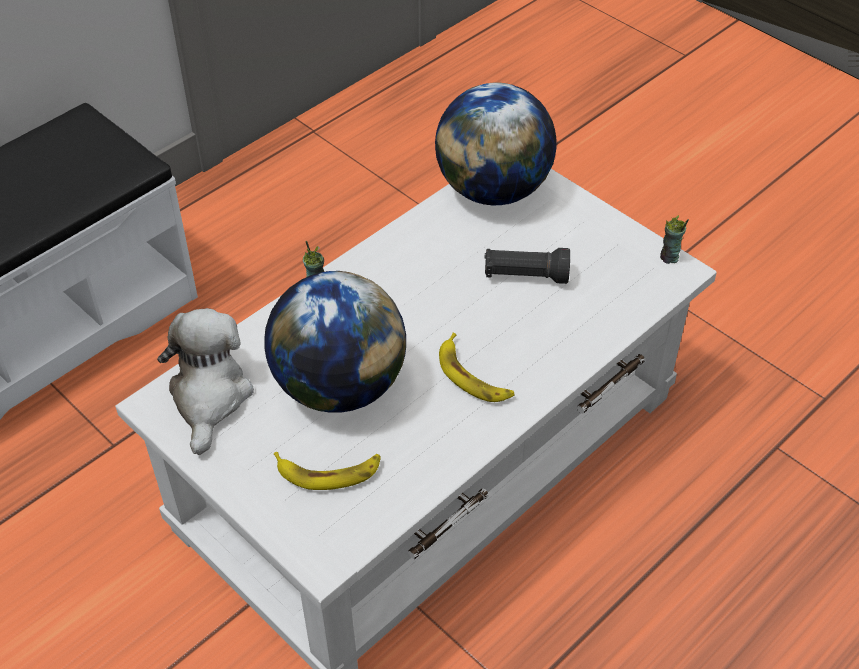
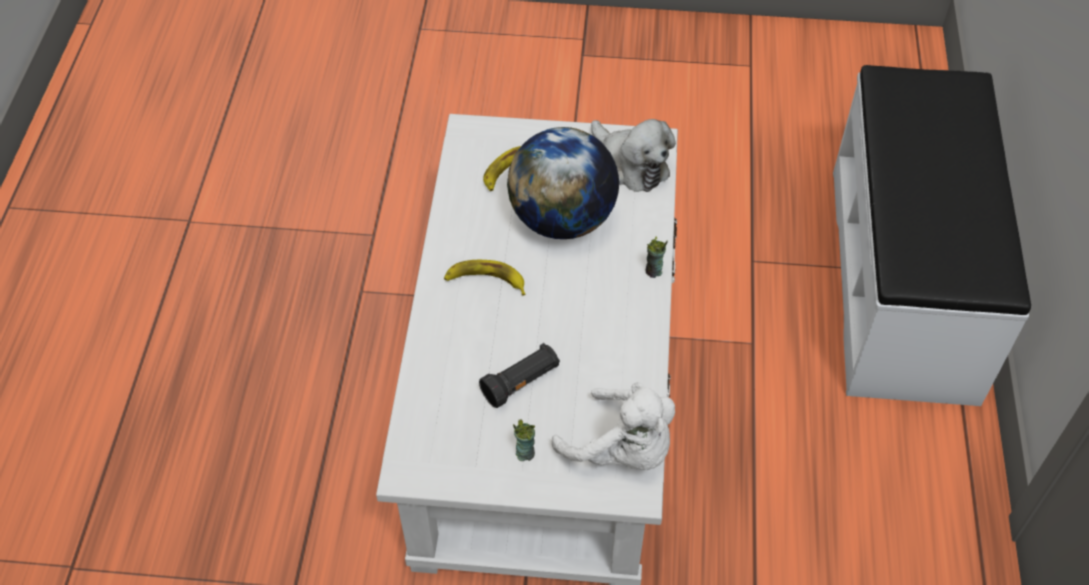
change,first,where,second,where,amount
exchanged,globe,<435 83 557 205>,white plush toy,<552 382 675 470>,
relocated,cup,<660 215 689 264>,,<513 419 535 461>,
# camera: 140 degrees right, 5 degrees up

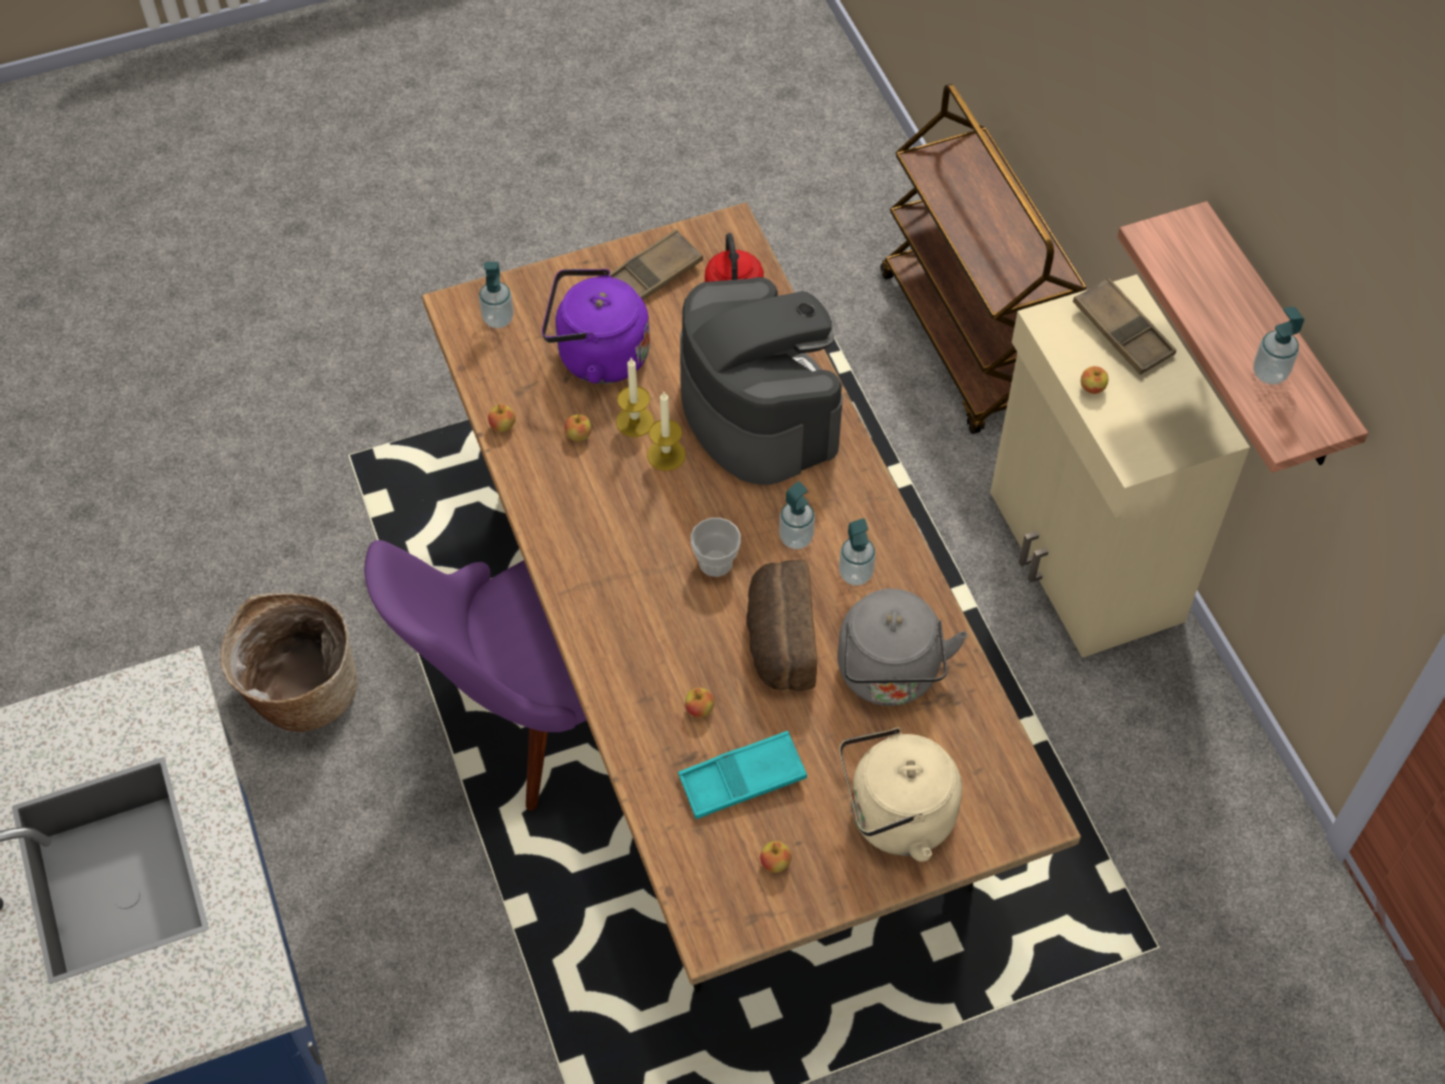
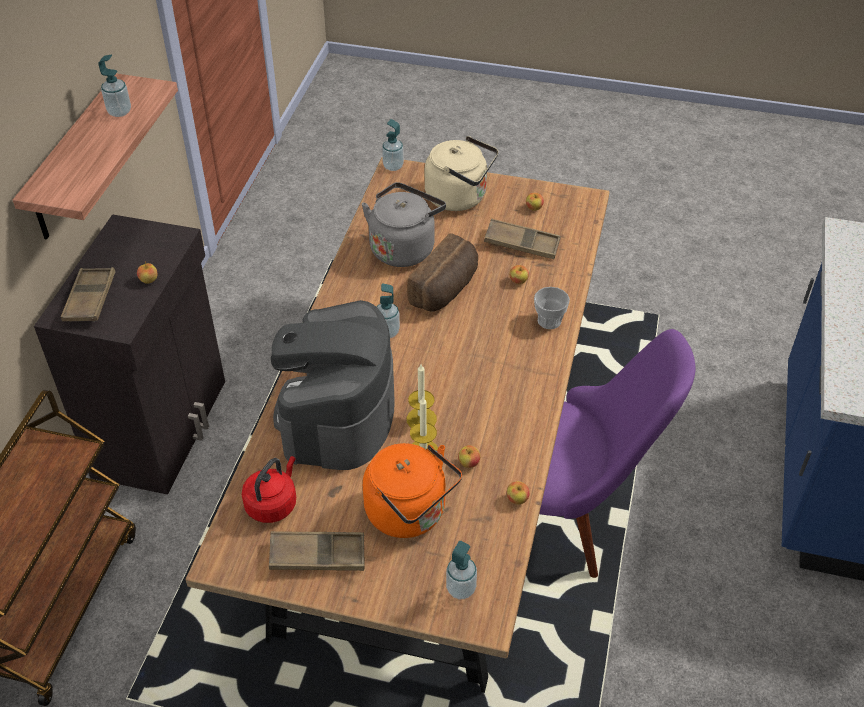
change,first,where,second,where,amount
colour,purple kettle,<542 269 650 384>,orange kettle,<363 443 462 538>,
colour,beige cabinet,<990 274 1250 658>,black cabinet,<34 214 225 495>,
relocated,cup,<691 518 741 577>,,<534 287 570 329>,
relocated,soap dispenser,<839 518 876 586>,,<382 119 404 171>,
missing,basket,<220 593 358 732>,,,
colour,turquoise tray,<678 731 807 819>,brown tray,<484 219 561 259>,
# camera: 145 degrees left, 10 degrees down

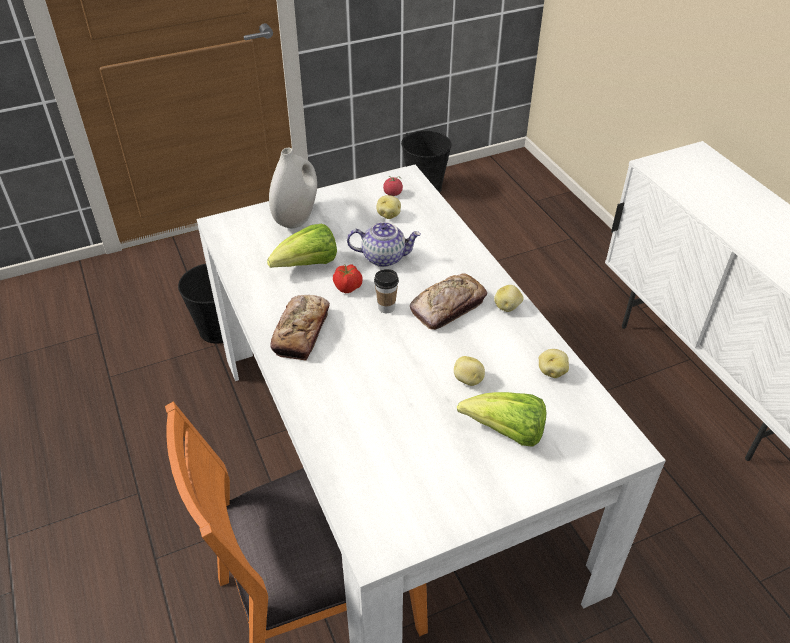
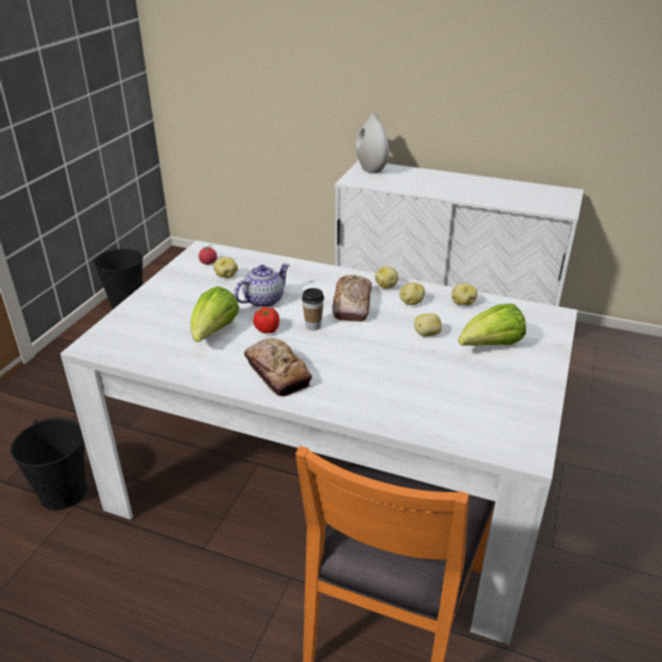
change,first,where,second,where,amount
relocated,white vase,<269 147 317 228>,,<355 113 389 173>,
appeared,,,potato,<399 282 425 305>,
# camera: 45 degrees left, 10 degrees down

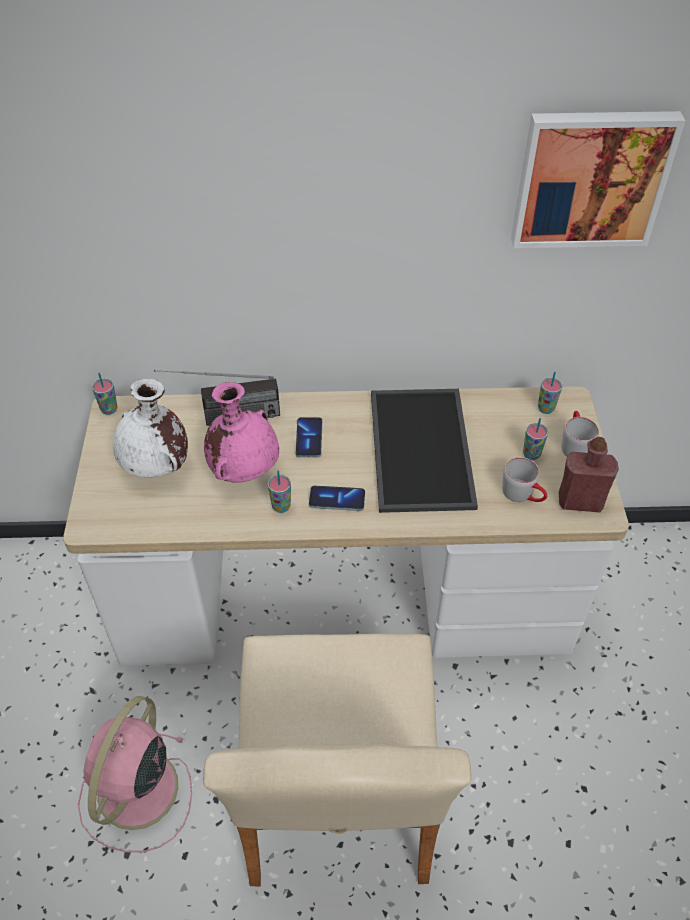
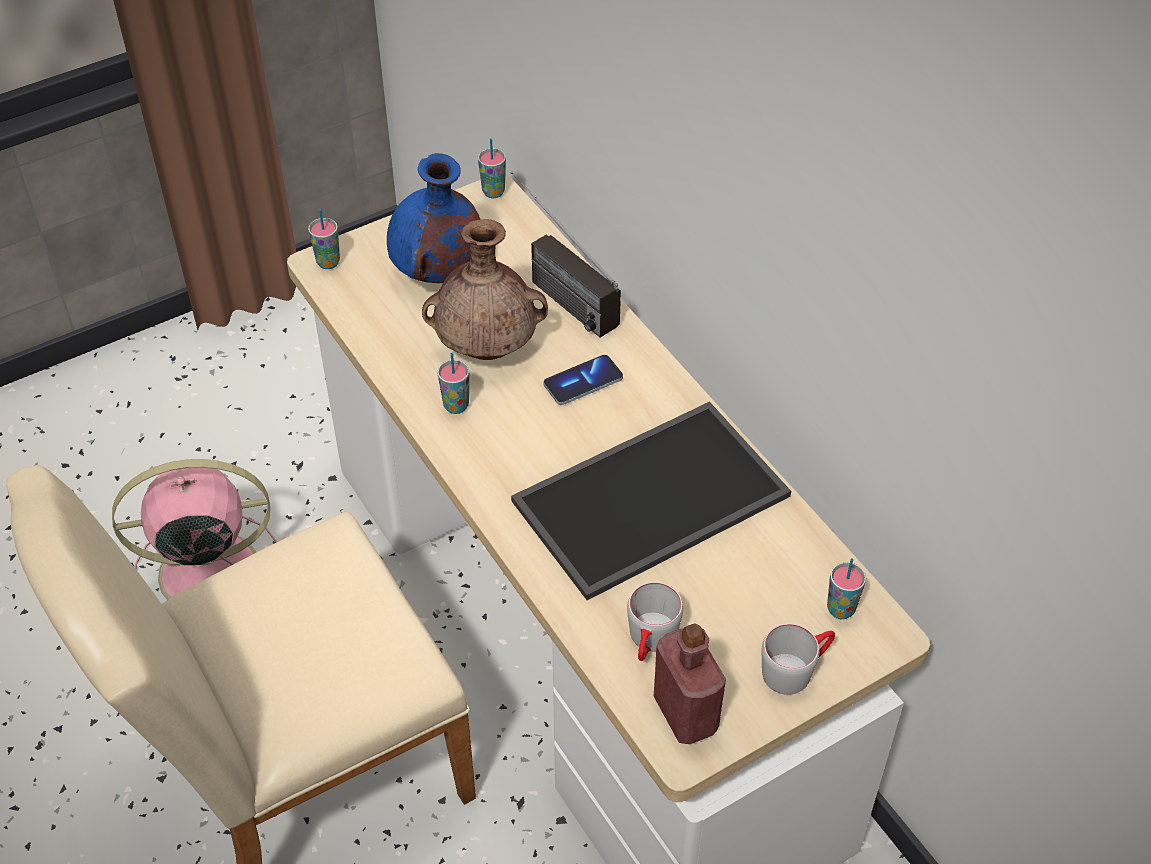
change,first,where,second,where,amount
missing,picture,<511 111 685 248>,,,
colour,white vase,<113 379 188 478>,blue vase,<387 153 481 283>,
colour,pink vase,<204 382 279 482>,brown vase,<422 219 548 360>,
relocated,cup,<523 418 548 460>,,<308 209 340 269>,
missing,phone,<309 486 365 511>,,,
# camera: 60 degrees right, 0 degrees up

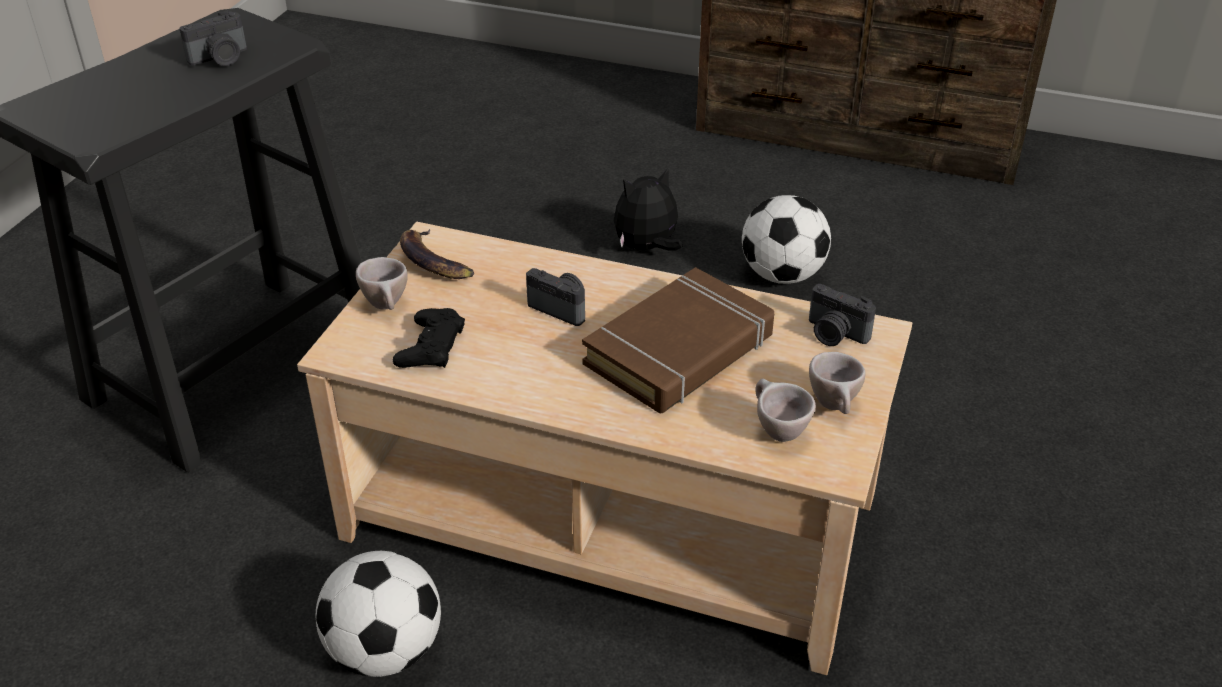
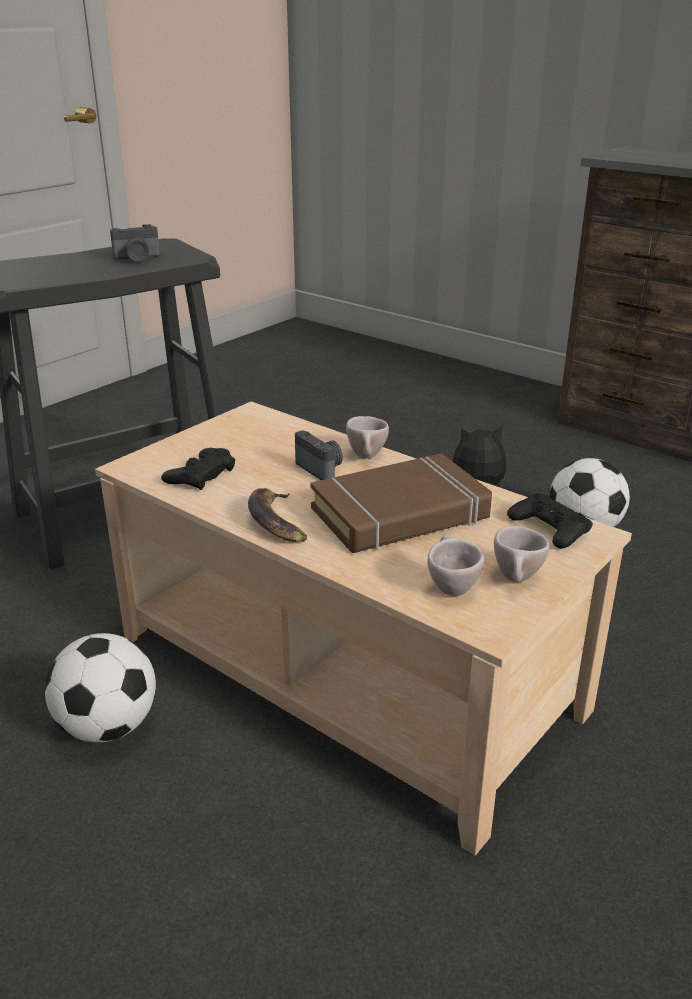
change,first,where,second,where,amount
relocated,banana,<400 229 474 279>,,<248 488 307 542>,
relocated,beige cup,<356 257 408 310>,,<346 416 389 459>,
exchanged,photo camera,<809 284 876 346>,black game controller,<507 493 593 549>,
# camera: 20 degrees right, 10 degrees down

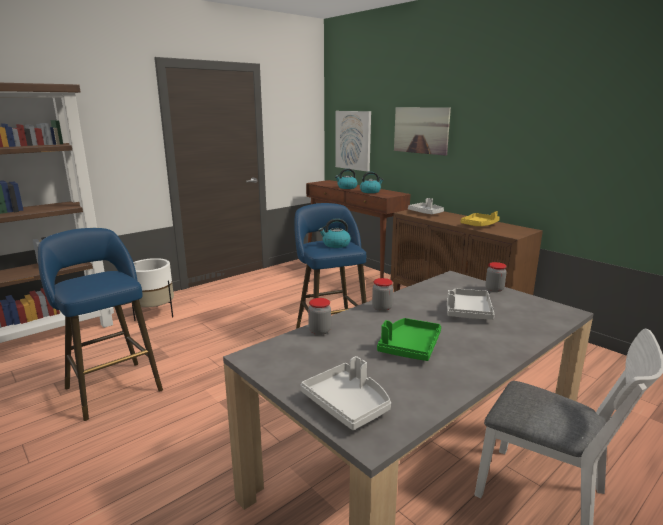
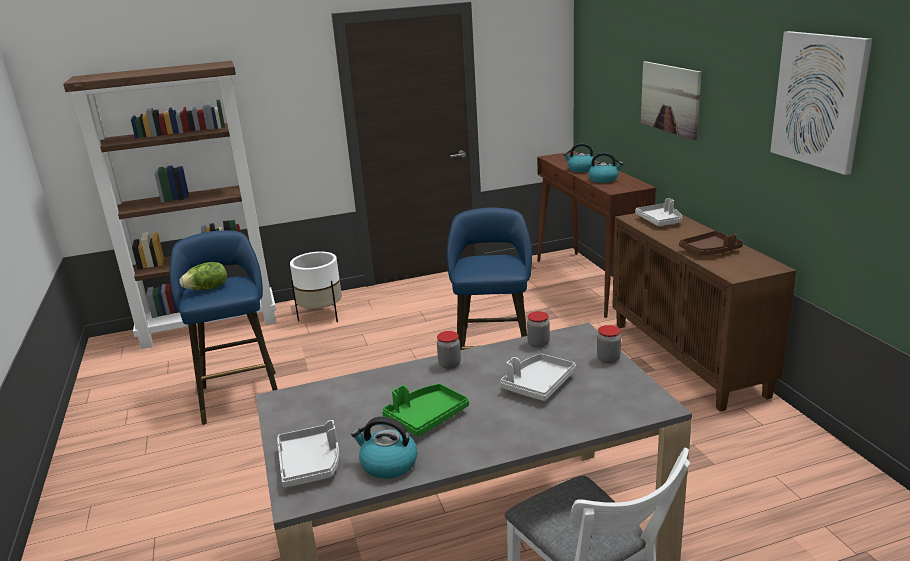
change,first,where,second,where,amount
relocated,picture,<335 111 371 172>,,<770 31 872 175>,
colour,yellow tray,<461 211 500 226>,brown tray,<679 231 743 255>,
relocated,kettle,<318 218 351 248>,,<351 416 417 479>,
relocated,jar,<308 298 331 335>,,<527 311 550 348>,
appeared,,,lettuce,<180 262 227 290>,
# camera: 25 degrees right, 5 degrees up

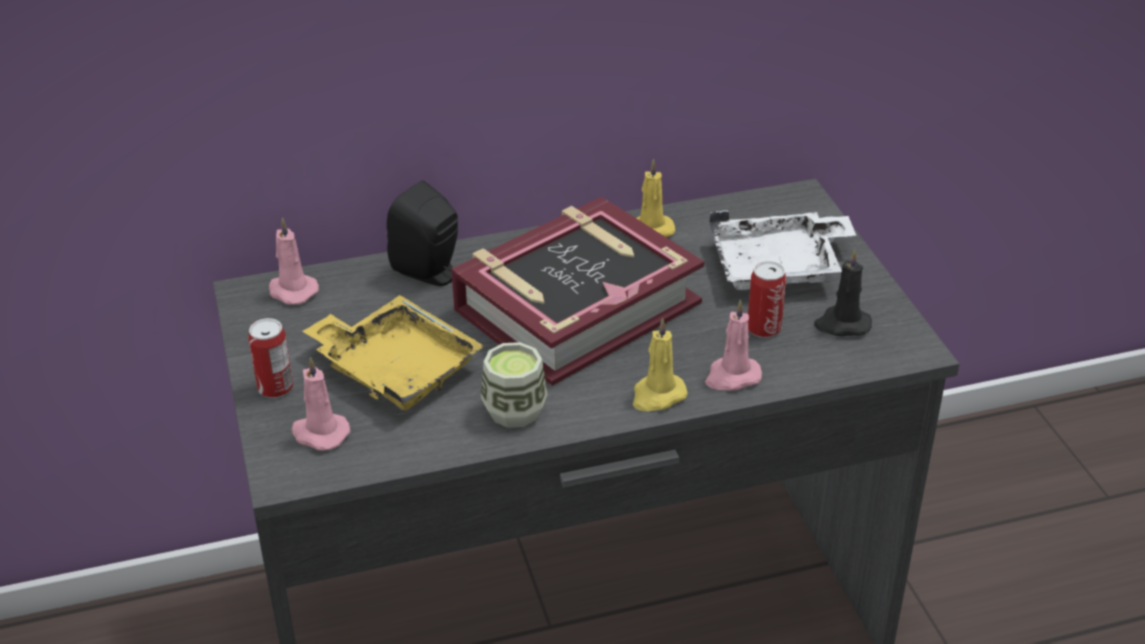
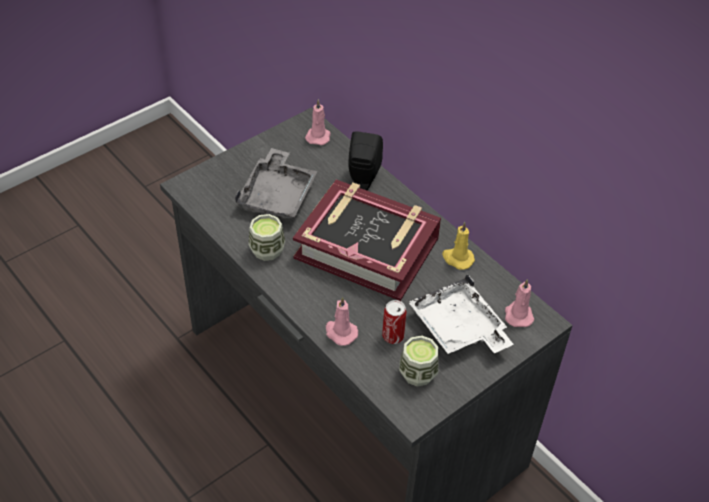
change,first,where,second,where,amount
exchanged,black candle,<814 249 872 336>,cup,<399 336 438 386>,
colour,yellow tray,<302 295 484 410>,grey tray,<235 148 318 218>,
missing,can,<248 318 293 398>,,,
missing,yellow candle,<633 318 688 411>,,,
relocated,pink candle,<291 357 350 451>,,<505 279 534 327>,
# camera: 65 degrees right, 10 degrees up

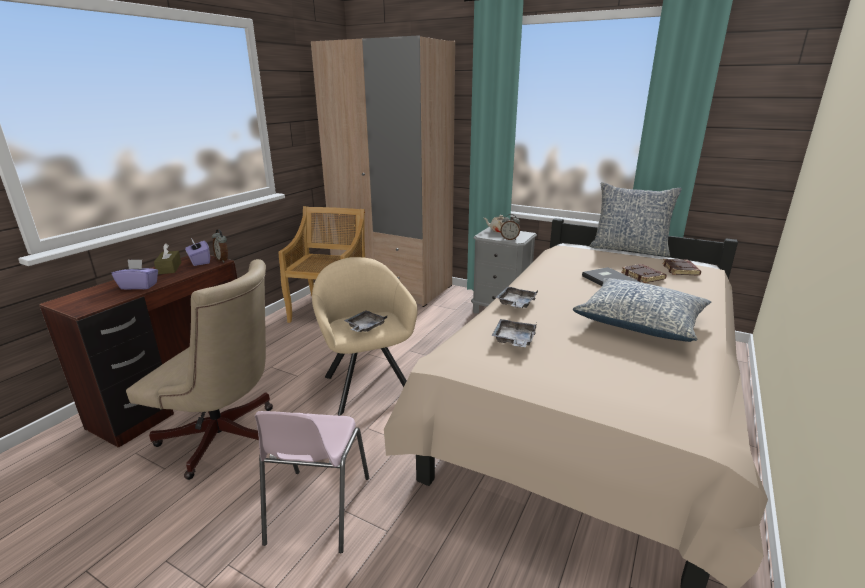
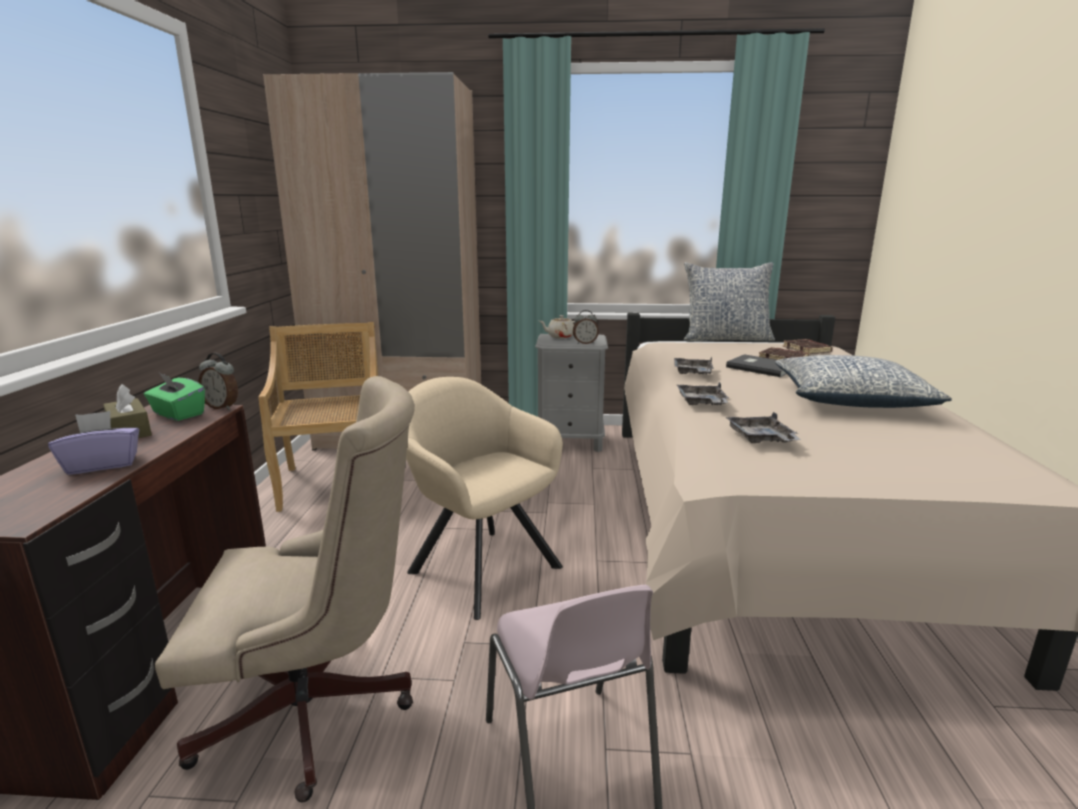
change,first,where,second,where,amount
colour,purple tissue box,<185 238 210 266>,green tissue box,<144 373 205 421>,
relocated,grey tray,<344 311 387 332>,,<674 357 714 375>,
# camera: 25 degrees left, 5 degrees down

